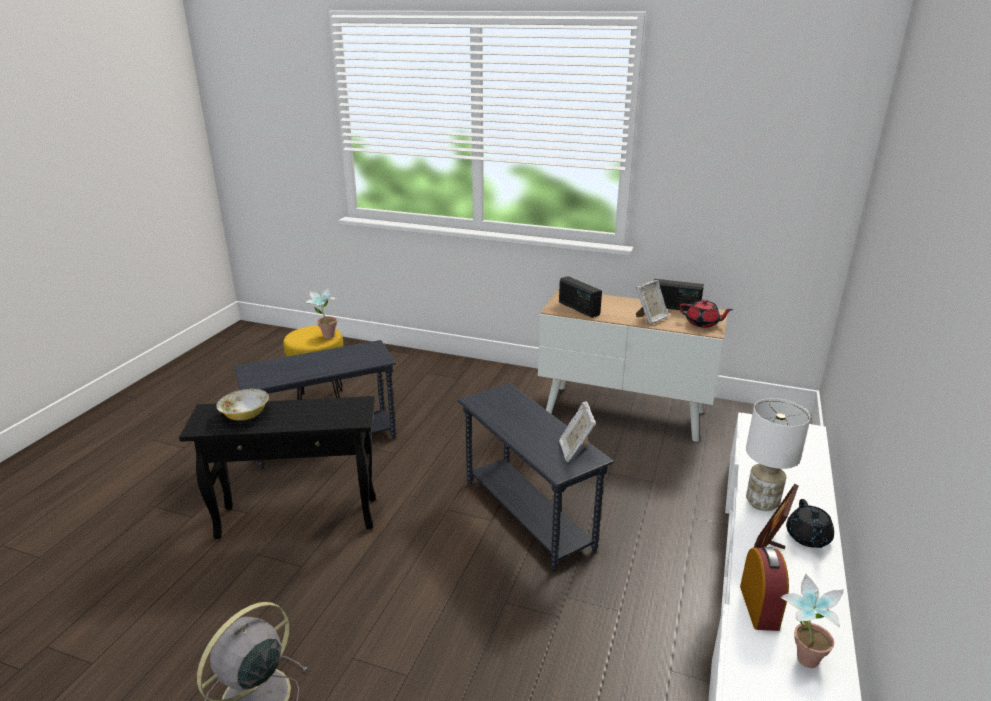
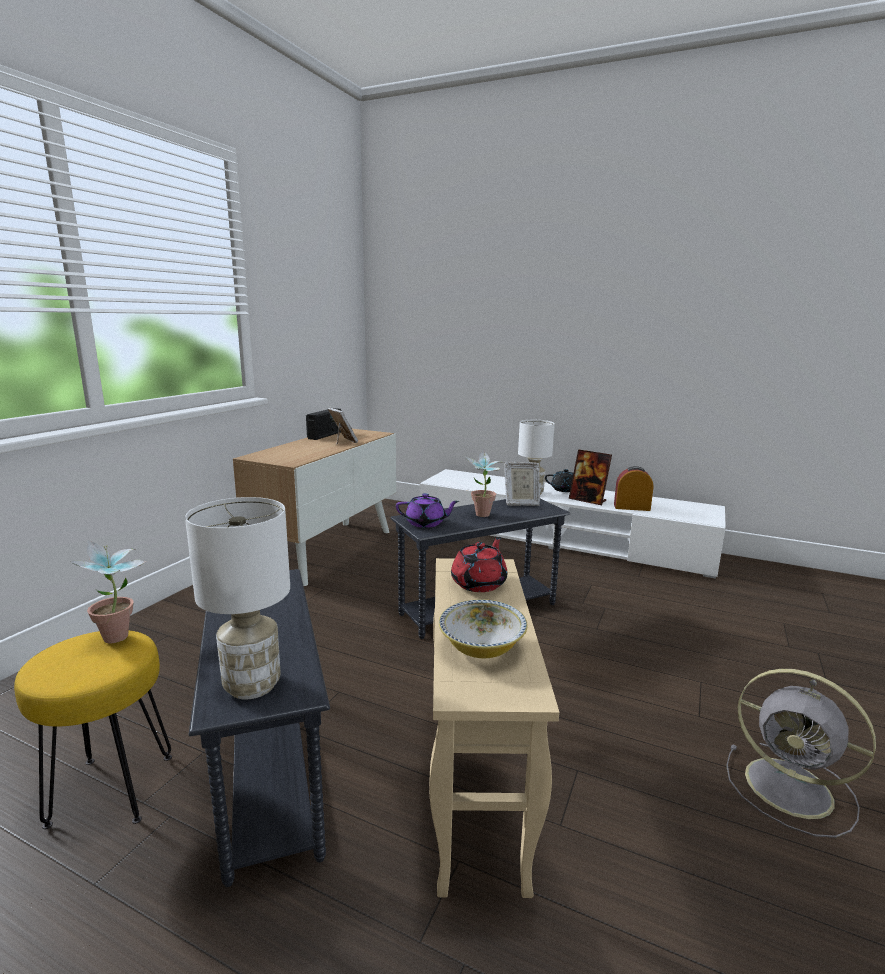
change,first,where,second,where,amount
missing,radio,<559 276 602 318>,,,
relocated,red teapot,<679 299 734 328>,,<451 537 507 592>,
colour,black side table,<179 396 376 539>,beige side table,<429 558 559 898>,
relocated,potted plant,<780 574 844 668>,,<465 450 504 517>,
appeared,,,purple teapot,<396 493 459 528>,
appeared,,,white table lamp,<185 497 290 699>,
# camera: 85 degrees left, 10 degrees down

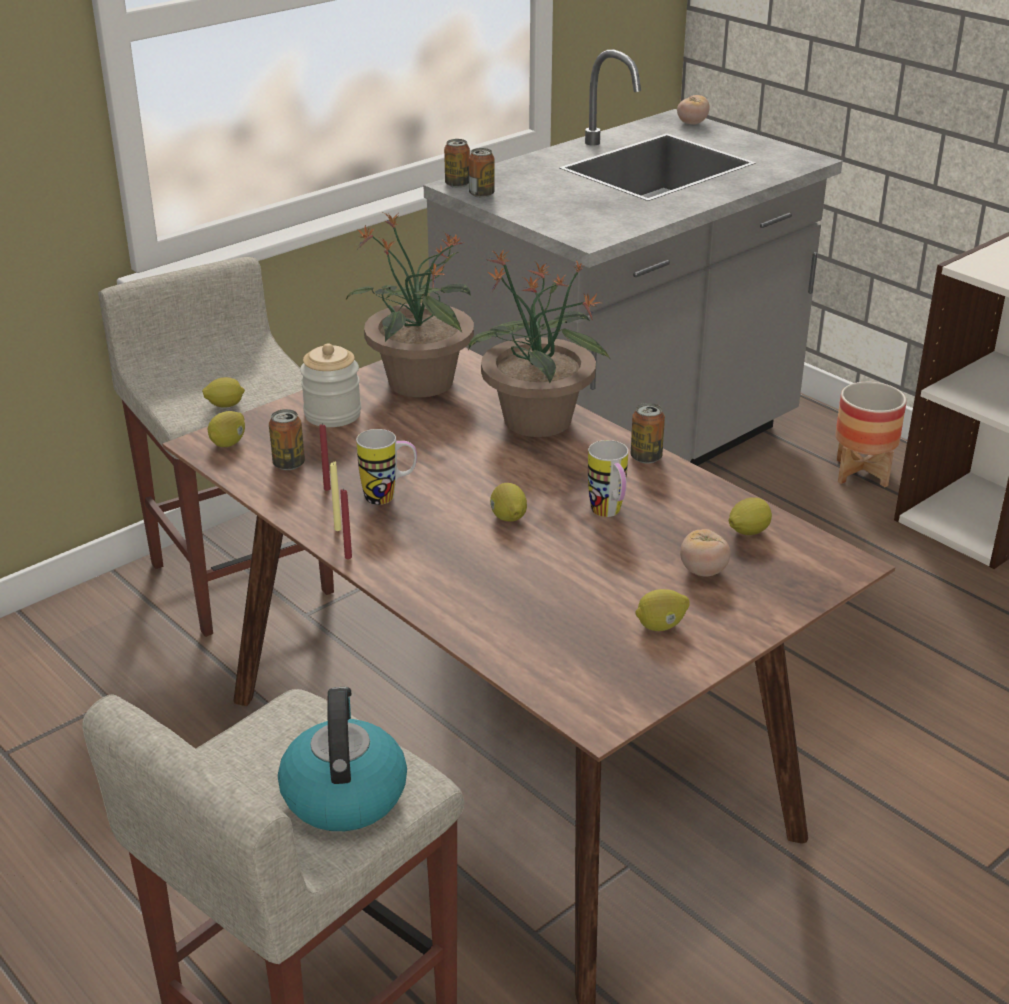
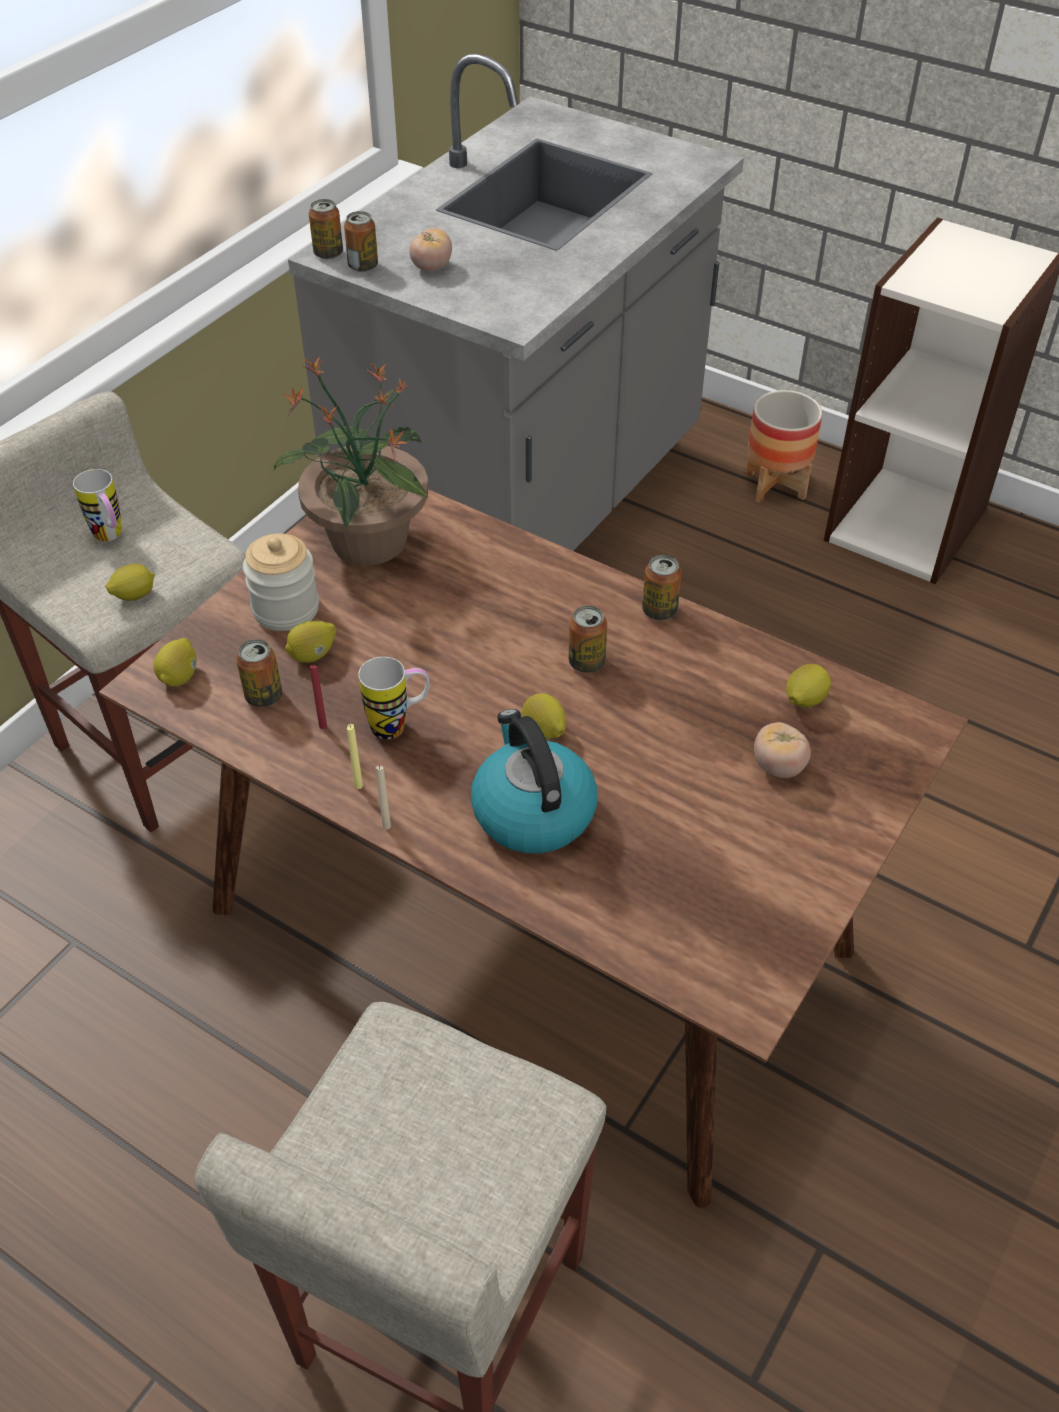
change,first,where,second,where,amount
relocated,tomato,<677 95 710 124>,,<409 228 452 271>,
missing,potted plant,<468 249 610 437>,,,
relocated,mug,<588 440 628 517>,,<73 469 121 541>,
colour,red candle,<341 488 352 559>,beige candle,<376 766 391 830>,
relocated,lemon,<635 589 690 631>,,<285 620 336 663>,
relocated,kettle,<278 687 407 831>,,<471 709 597 854>,
appeared,,,can,<569 606 607 673>,
# camera: 15 degrees left, 15 degrees up

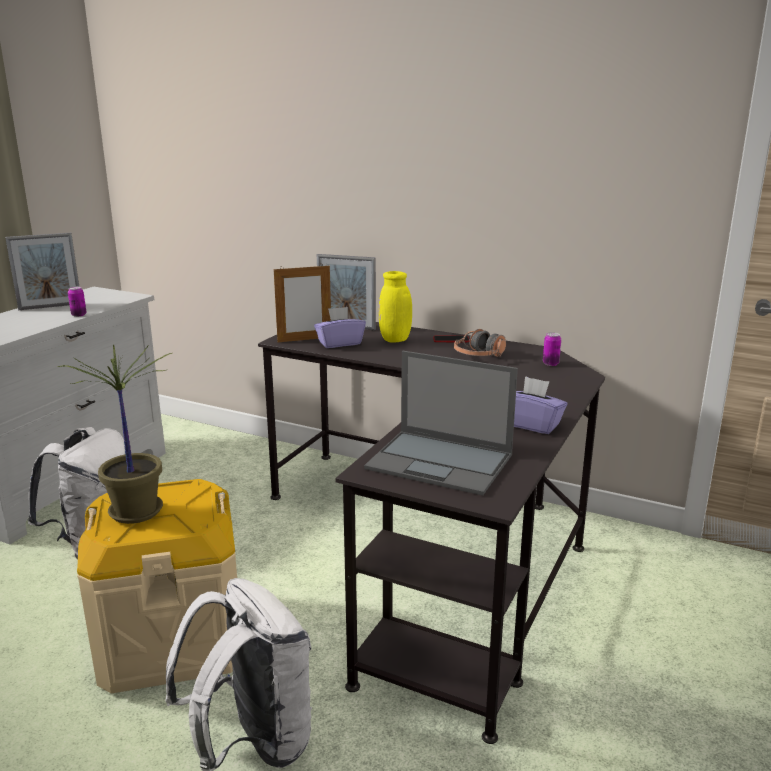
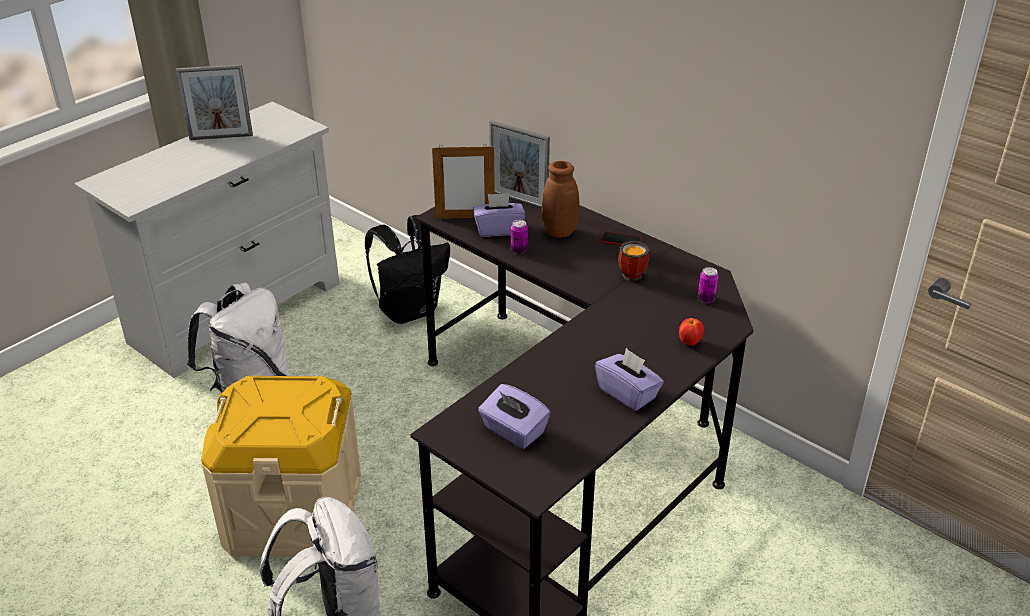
change,first,where,second,where,amount
colour,yellow vase,<379 271 412 343>,brown vase,<542 161 579 238>,
relocated,can,<68 287 86 317>,,<511 220 528 254>,
exchanged,headphones,<454 329 506 357>,mug,<619 241 650 281>,
missing,potted plant,<57 344 172 524>,,,
exchanged,laptop,<364 351 518 496>,purple tissue box,<478 384 550 449>,
appeared,,,black backpack,<365 215 450 324>,
appeared,,,apple,<679 318 704 346>,
# camera: 15 degrees right, 15 degrees up

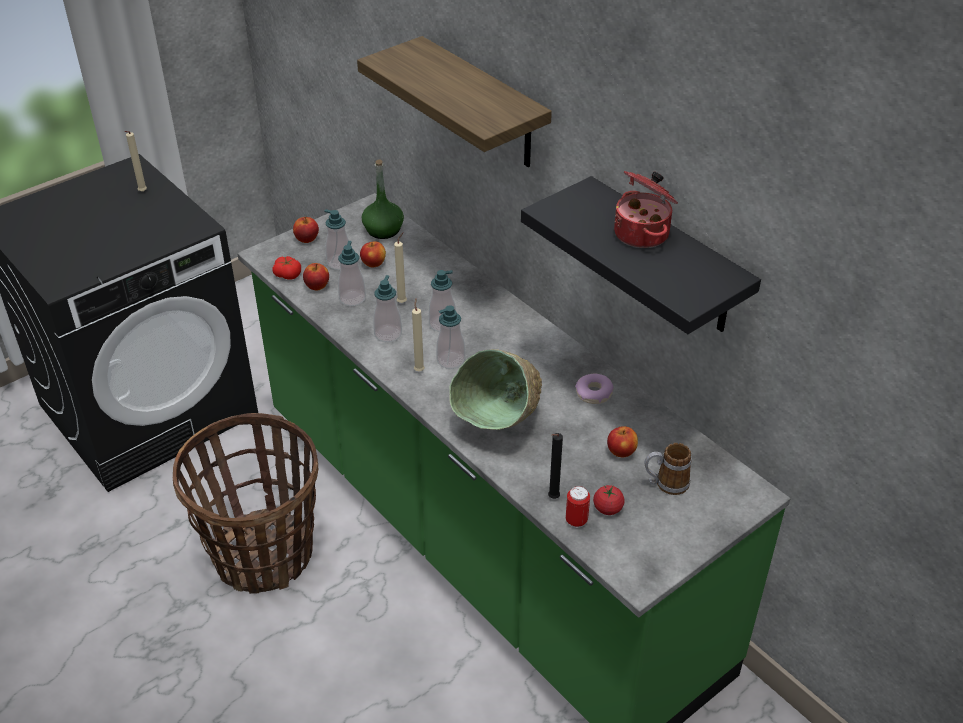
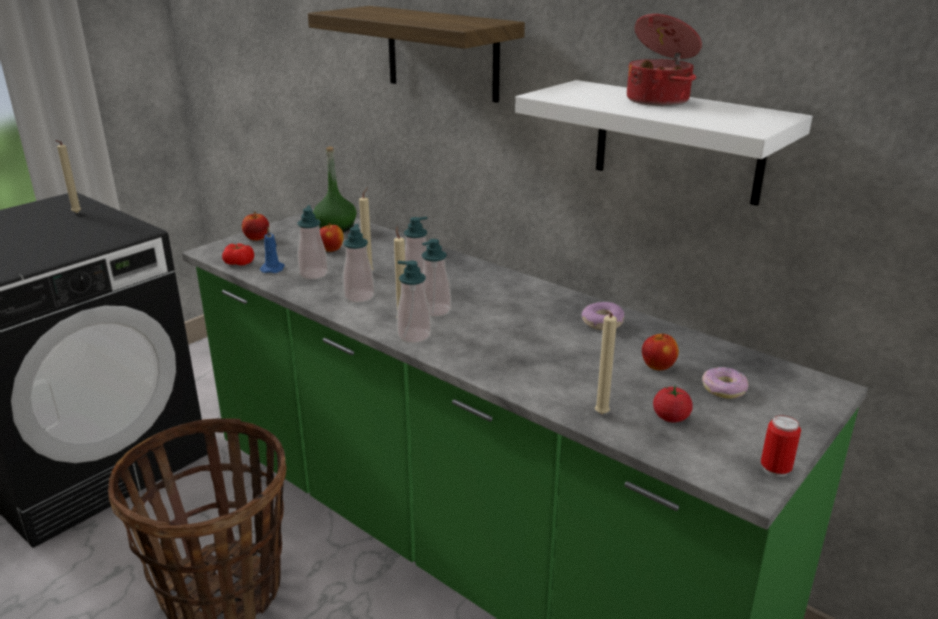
change,first,where,second,where,amount
colour,black shelf,<521 176 761 334>,white shelf,<515 80 812 206>,
relocated,soap dispenser,<324 209 349 270>,,<397 260 431 343>,
exchanged,apple,<303 263 329 290>,blue candle,<260 227 285 273>,
missing,green bowl,<449 349 542 430>,,,
colour,black candle,<548 433 563 499>,beige candle,<595 311 617 414>,
exchanged,mug,<645 443 692 495>,donut,<702 367 748 399>,
relocated,can,<566 486 590 528>,,<761 415 801 477>,
# camera: 10 degrees left, 15 degrees down

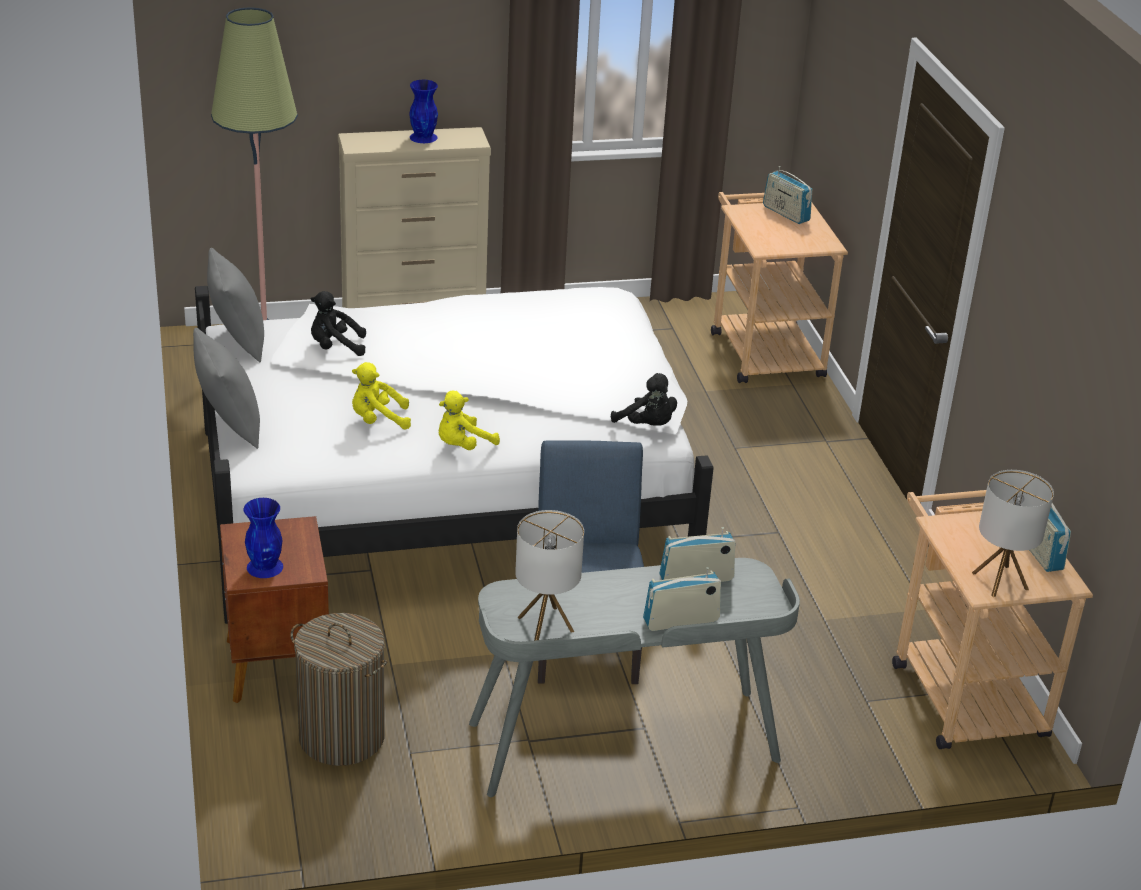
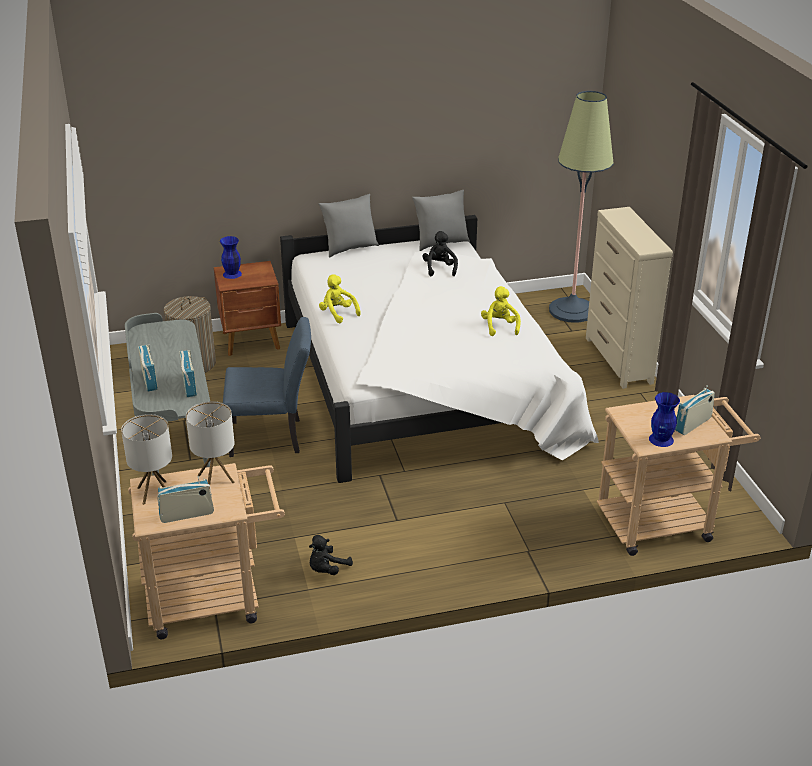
change,first,where,second,where,amount
relocated,blue vase,<409 80 438 143>,,<649 392 680 447>,
relocated,yellow plush toy,<352 362 411 430>,,<481 286 521 336>,
relocated,black plush toy,<611 373 677 426>,,<309 535 353 575>,
relocated,table lamp,<515 510 584 641>,,<186 401 235 490>,
# camera: 90 degrees right, 0 degrees up

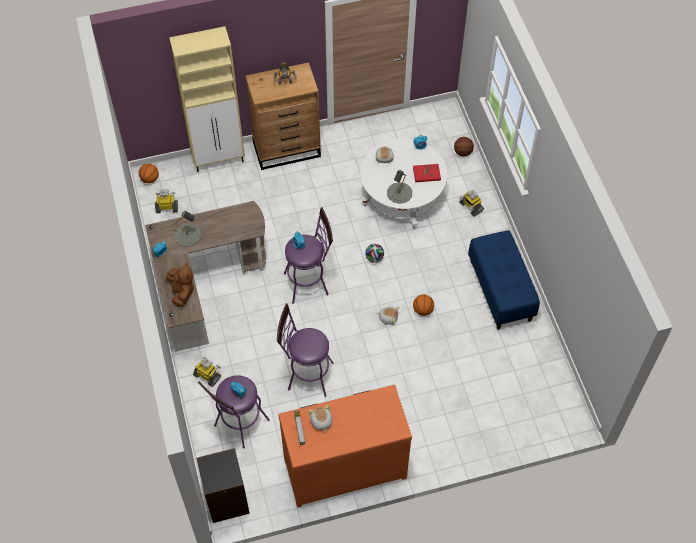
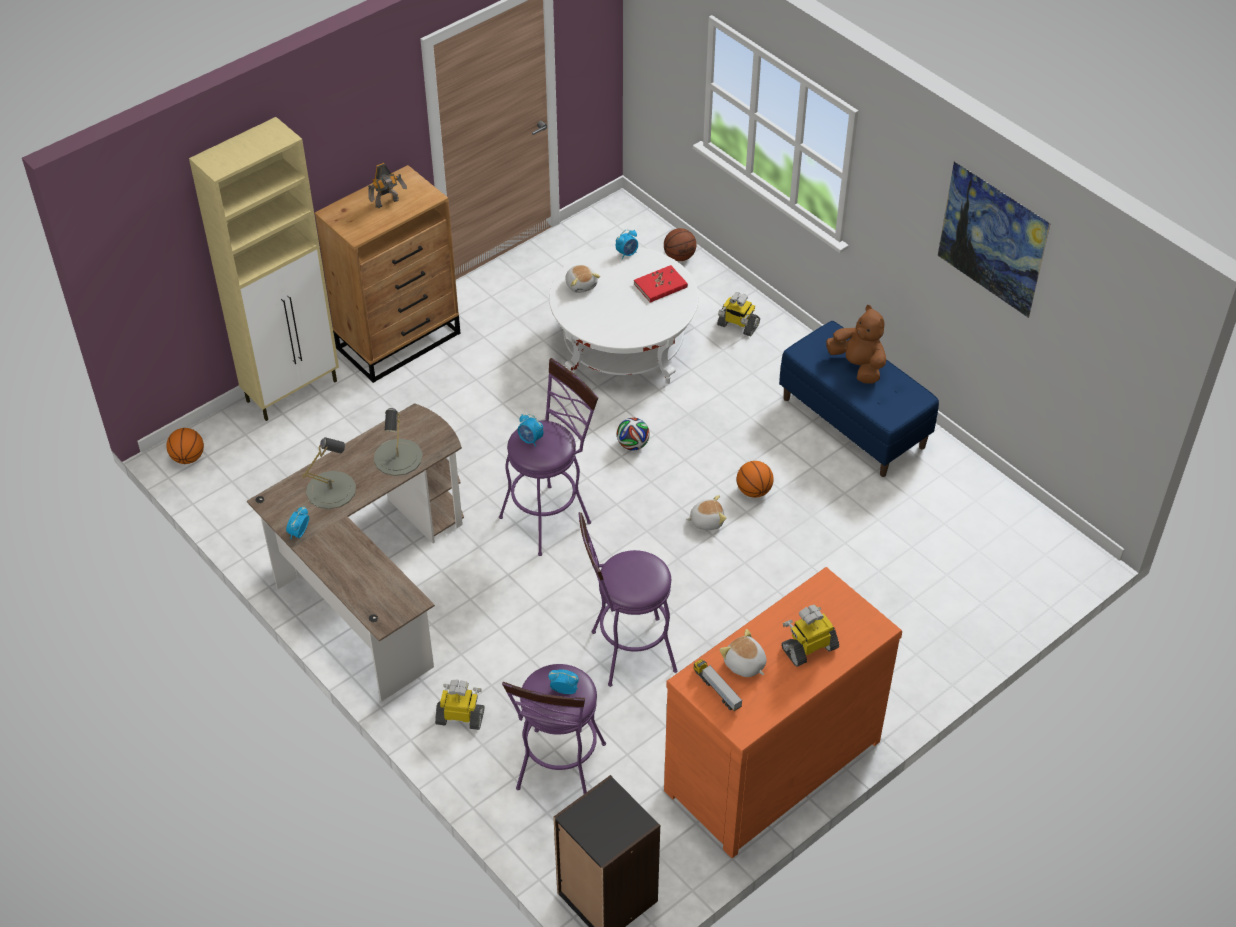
change,first,where,second,where,amount
relocated,grey table lamp,<387 170 412 204>,,<374 408 423 476>,
relocated,toy robot,<155 189 178 213>,,<781 605 839 667>,
relocated,brown plush toy,<166 262 194 307>,,<826 305 886 384>,
appeared,,,picture,<938 161 1050 318>,
# camera: 25 degrees left, 10 degrees down

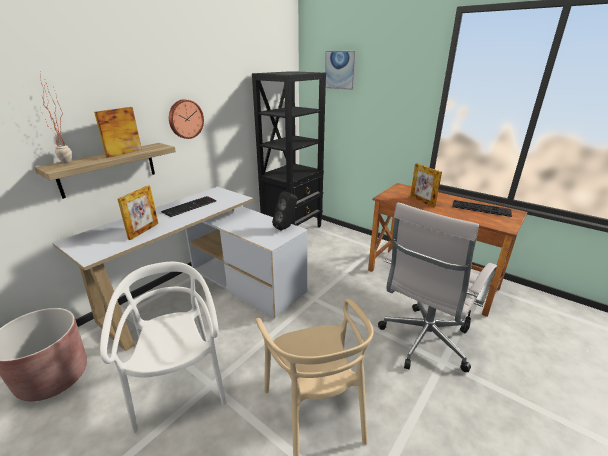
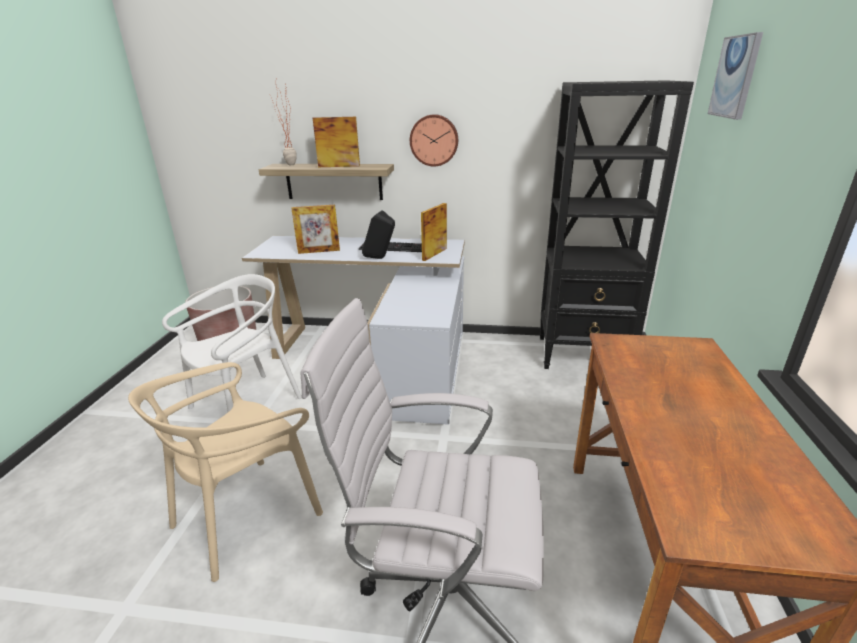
change,first,where,second,where,amount
relocated,picture frame,<410 163 442 208>,,<421 203 447 261>,
relocated,black speaker,<272 191 298 231>,,<362 210 395 259>,
missing,keyboard,<452 200 512 217>,,,
# camera: 60 degrees right, 0 degrees up

